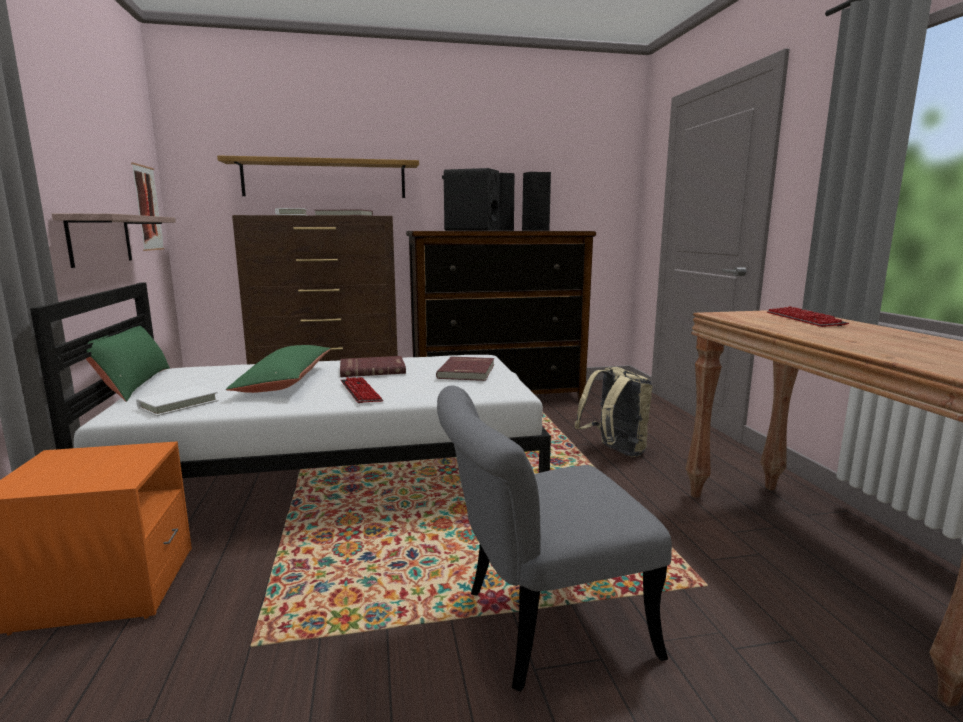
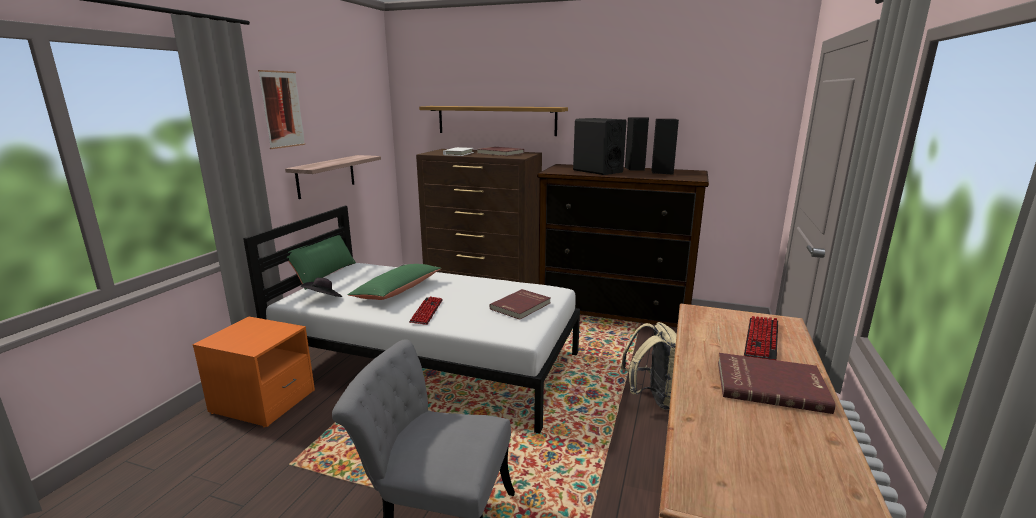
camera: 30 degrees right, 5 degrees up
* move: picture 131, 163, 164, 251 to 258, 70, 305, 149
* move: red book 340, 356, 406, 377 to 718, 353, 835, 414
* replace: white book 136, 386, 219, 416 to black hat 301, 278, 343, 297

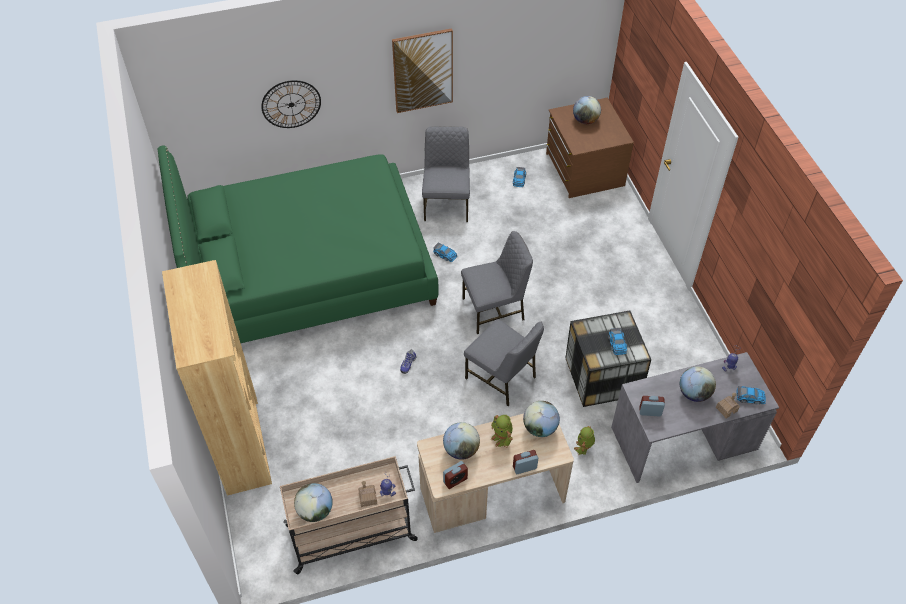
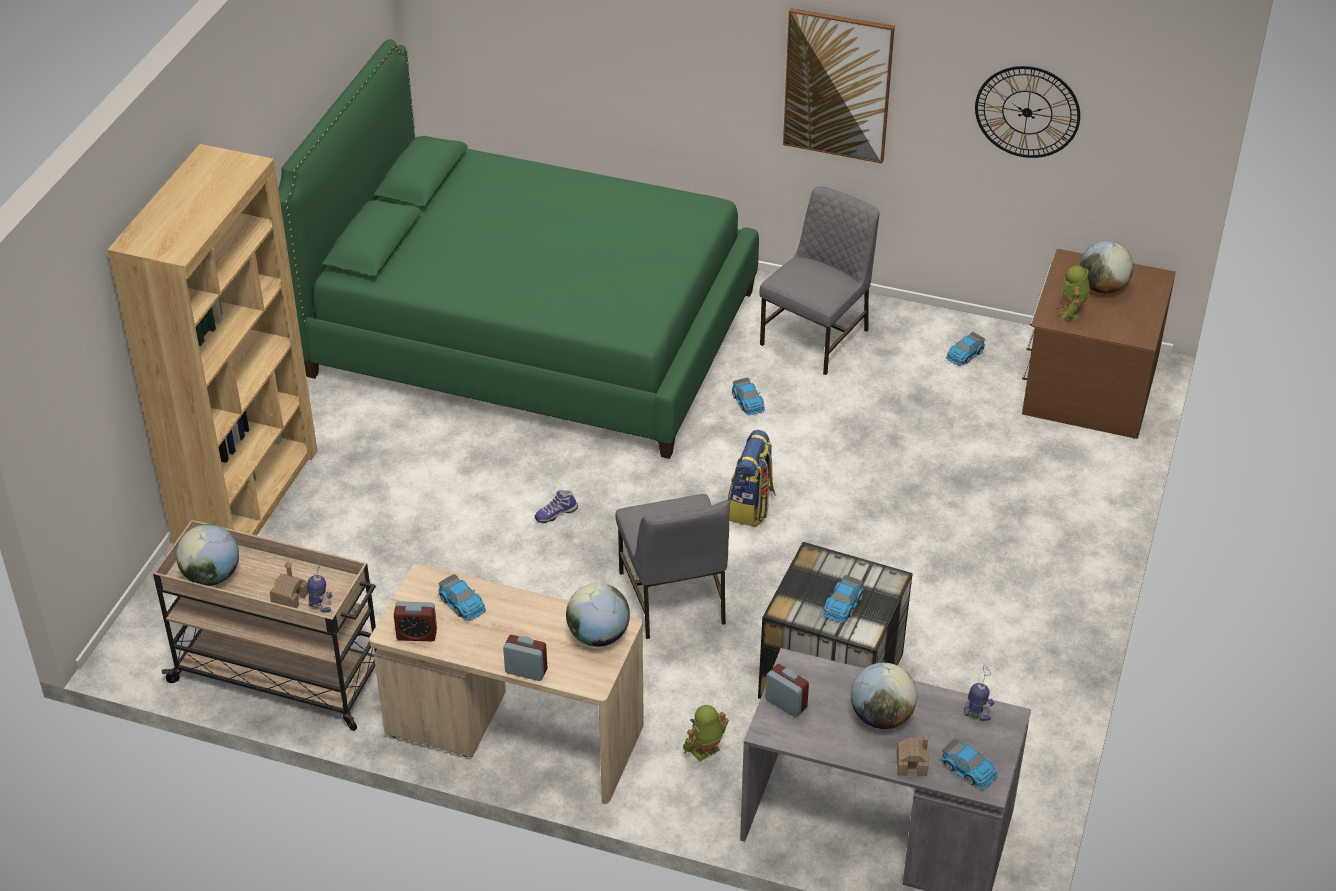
camera: 35 degrees right, 10 degrees down
* move: wall clock 261, 80, 321, 128 to 975, 66, 1080, 158
* replace: grey chair 461, 231, 533, 334 to backpack 728, 430, 776, 527
* move: toy robot 491, 415, 513, 448 to 1056, 266, 1090, 320
* replace: globe 443, 422, 480, 460 to toy car 438, 574, 486, 621

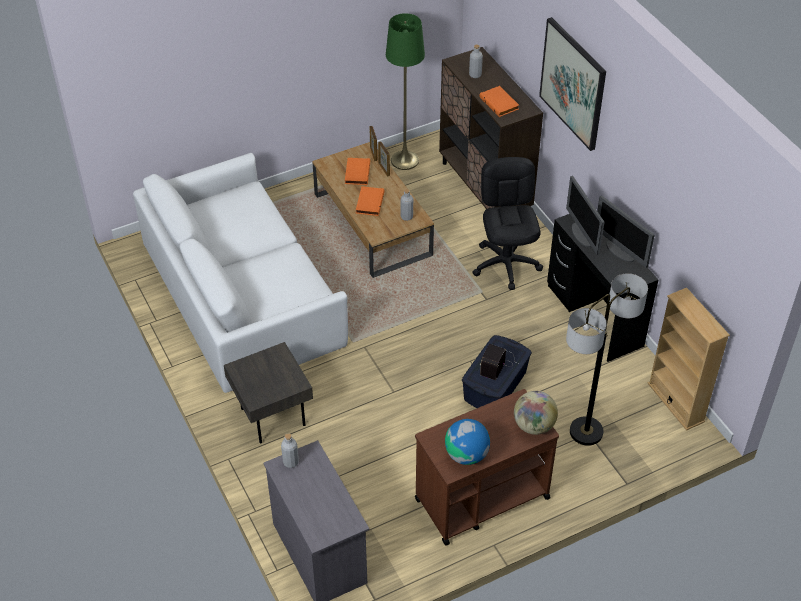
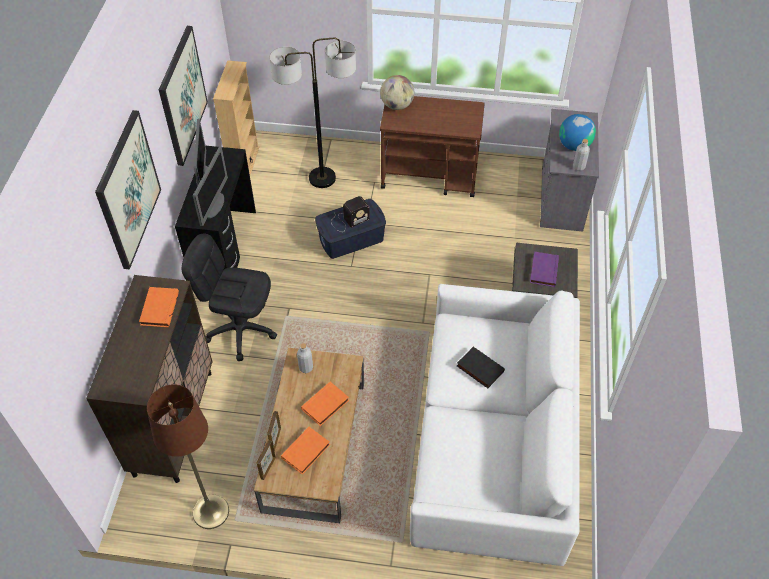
camera: 145 degrees left, 5 degrees up
* recolor: green floor lamp 386, 13, 425, 170 to brown floor lamp 147, 384, 229, 529
* delete: grey bottle 469, 45, 483, 78
* rotate: black office chair 472, 157, 543, 290 = 182, 234, 277, 361 75 degrees clockwise
* move: globe 445, 419, 490, 465 to 559, 114, 596, 151
* insert: picture 159, 26, 208, 166
* insert: purple book 530, 252, 559, 287
* insert: black book 457, 347, 505, 388

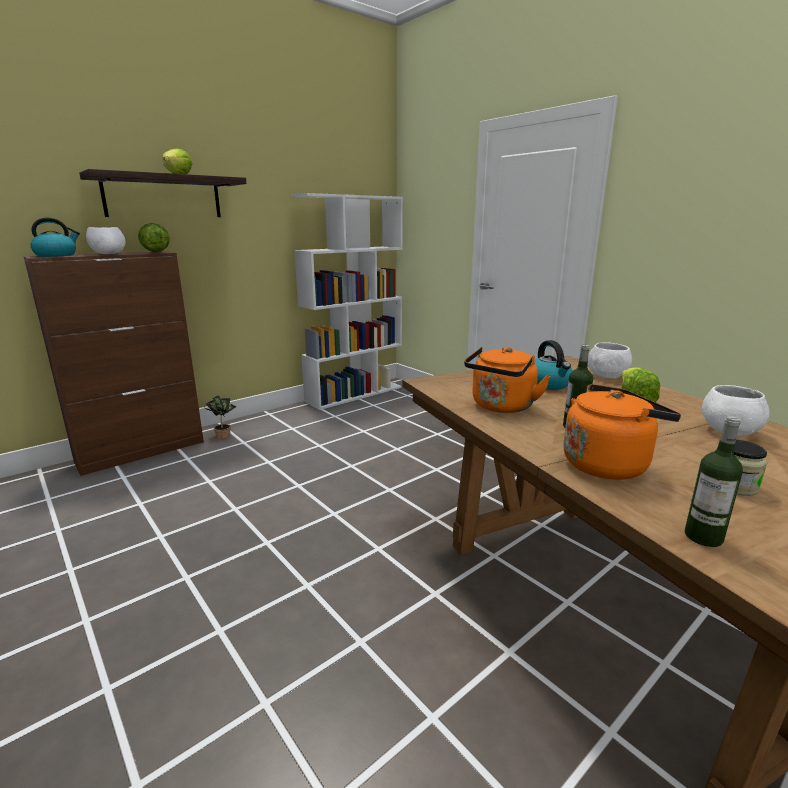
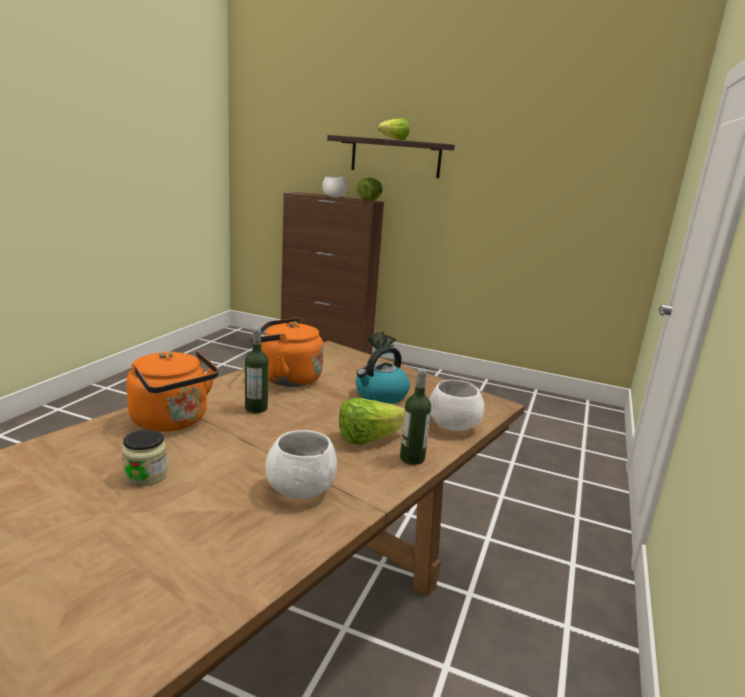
camera: 60 degrees right, 0 degrees up
* delete: white bookcase 291, 193, 403, 410
* delete: kettle 30, 218, 80, 257
* move: bottle 685, 416, 743, 547 to 400, 368, 431, 465

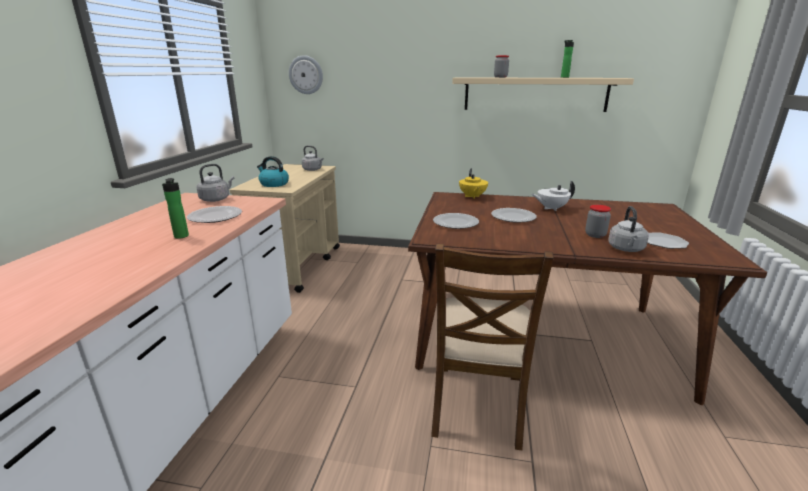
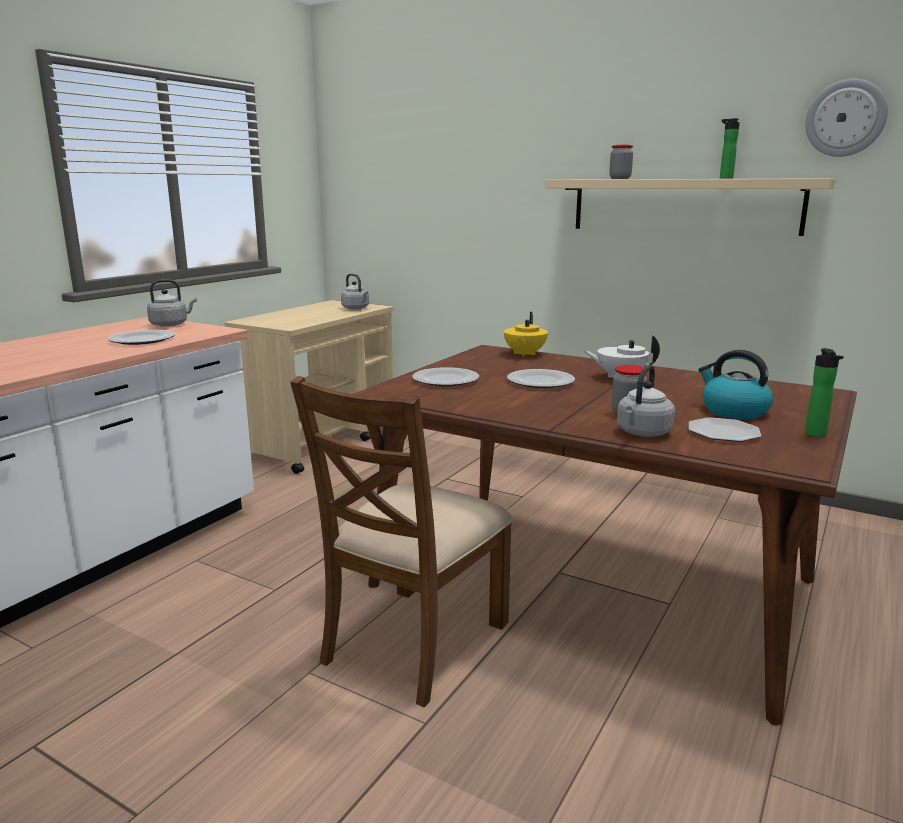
camera: 20 degrees right, 5 degrees down
* move: wall clock 289, 55, 323, 94 to 805, 79, 888, 157
* move: kettle 257, 156, 289, 187 to 698, 350, 773, 419
* move: bottle 162, 178, 189, 239 to 805, 348, 844, 437

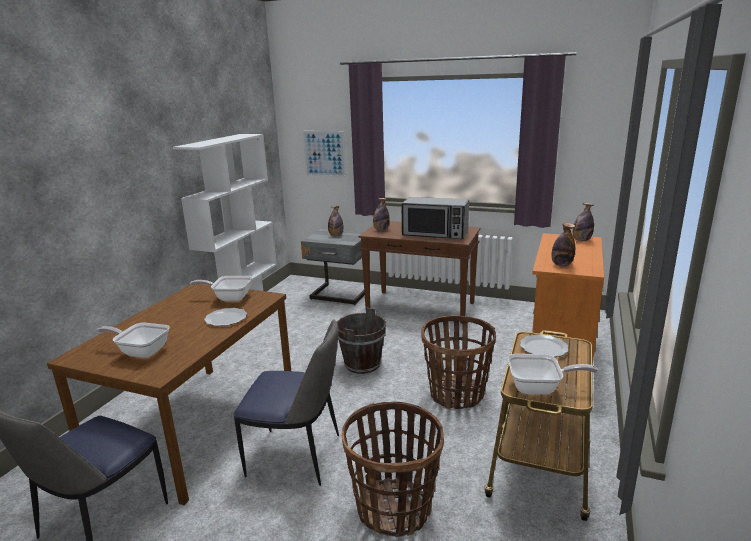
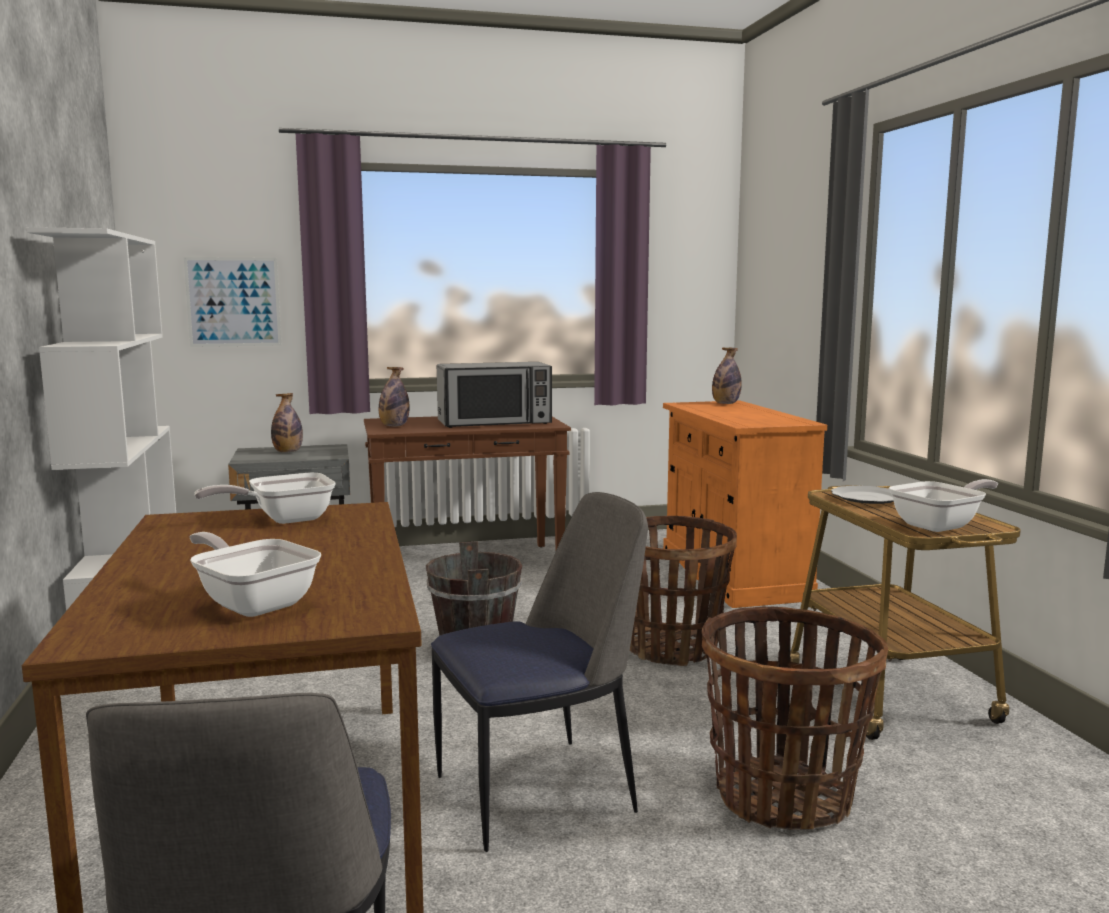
camera: 35 degrees left, 10 degrees down
* delete: bottle 552, 223, 575, 267
* delete: plate 204, 308, 247, 326
* rotate: frying pan 97, 323, 170, 358 = 189, 532, 321, 617 60 degrees clockwise

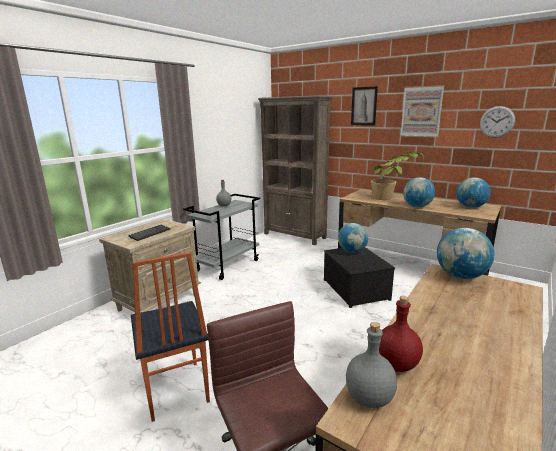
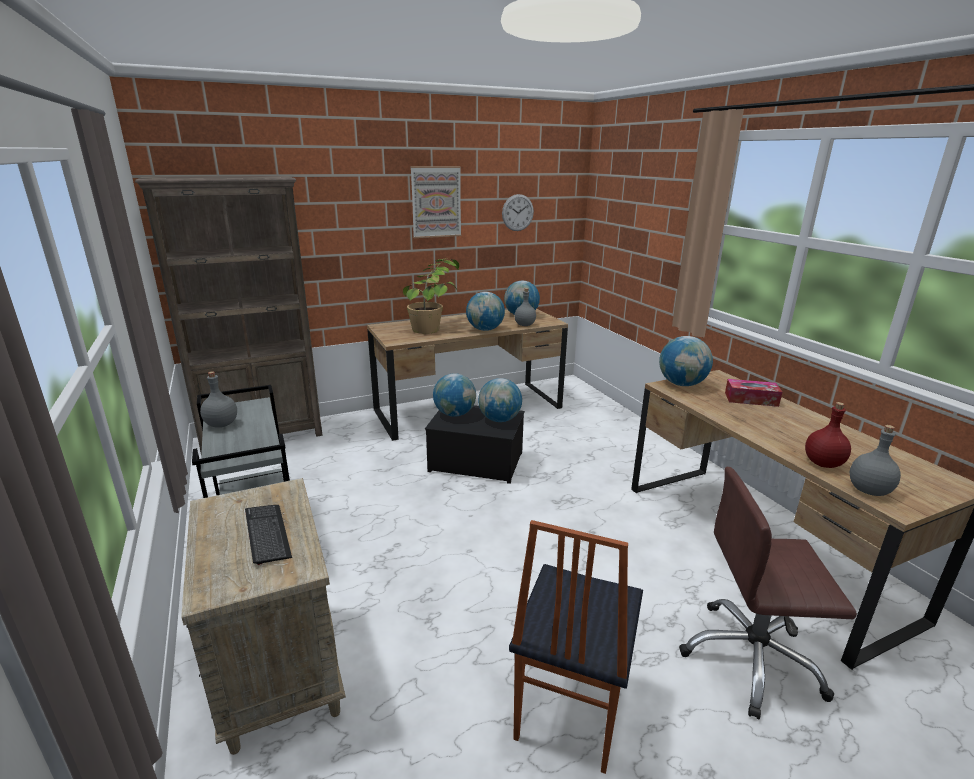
camera: 60 degrees left, 5 degrees up
* delete: picture 351, 86, 378, 126
* rotate: chair 131, 252, 210, 422 = 509, 520, 643, 774 105 degrees clockwise
* insert: grey bottle 514, 288, 536, 326
* insert: globe 478, 378, 522, 422
* insert: tissue box 725, 379, 782, 407

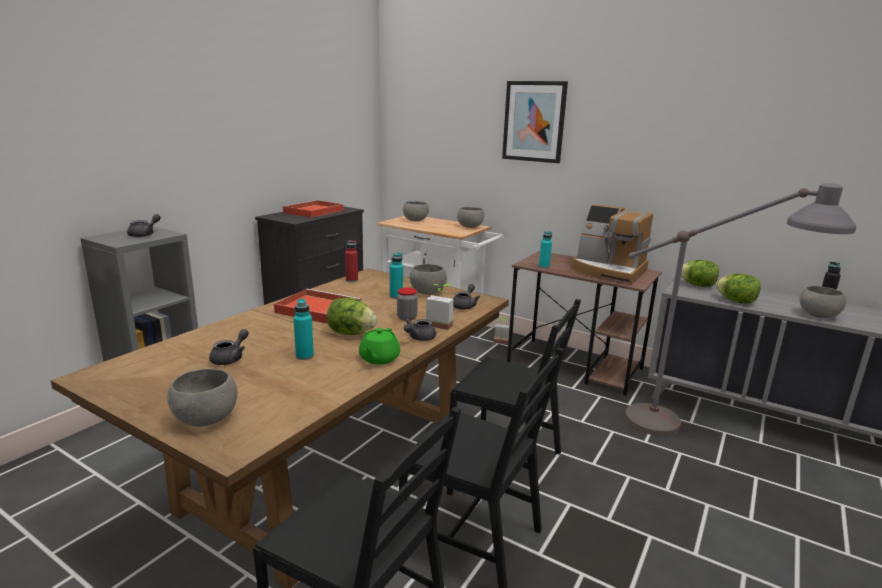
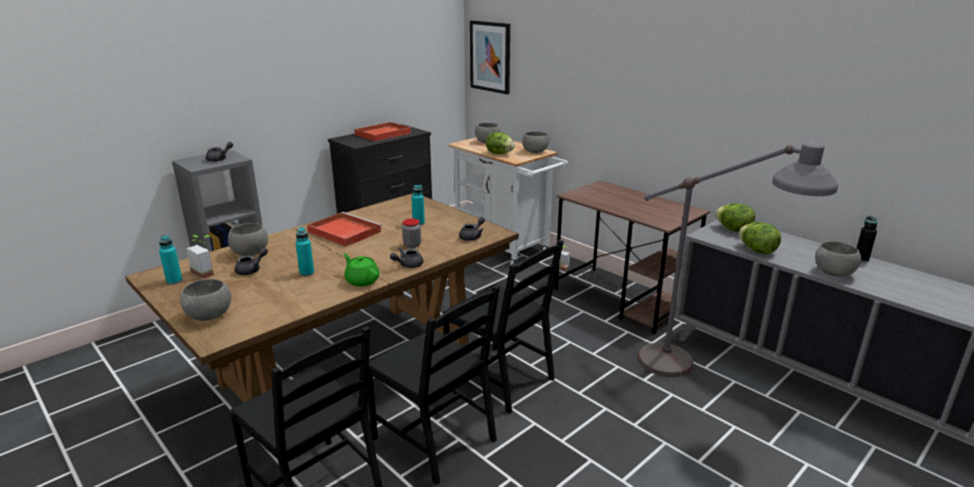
camera: 15 degrees right, 5 degrees up
* move: picture 502, 81, 568, 163 to 470, 20, 510, 94
* delete: coffee machine 572, 204, 653, 285
* move: turquoise bottle 539, 231, 552, 268 to 159, 235, 182, 285
* delete: red bottle 345, 240, 358, 282
* move: grey bowl 410, 264, 447, 295 to 228, 223, 268, 256
* move: potted plant 426, 284, 454, 330 to 186, 235, 214, 279
* move: lettuce 327, 298, 377, 335 to 486, 132, 515, 154
* rotate: green teapot 359, 328, 400, 365 = 344, 253, 379, 287 105 degrees clockwise

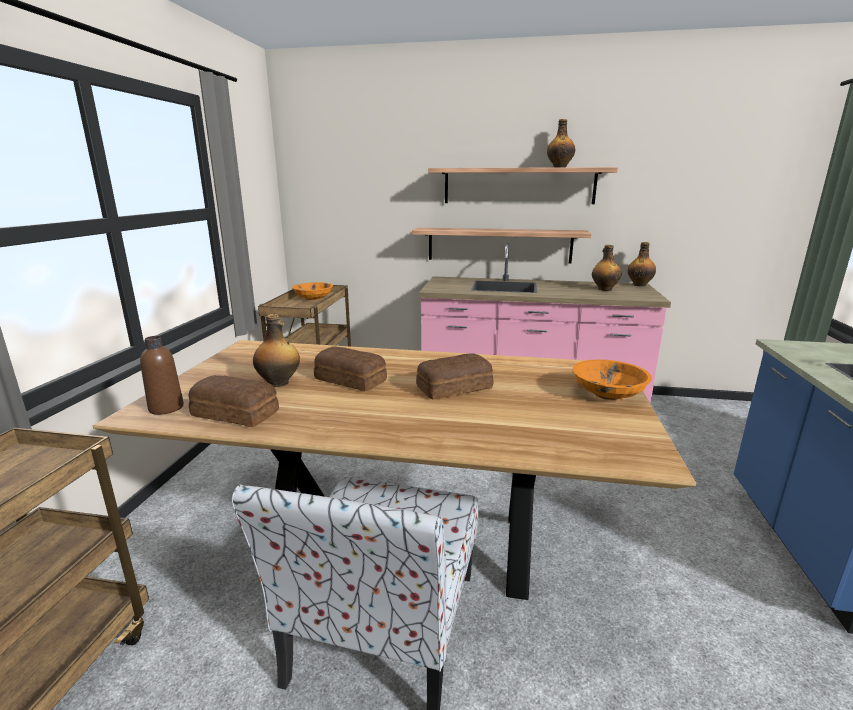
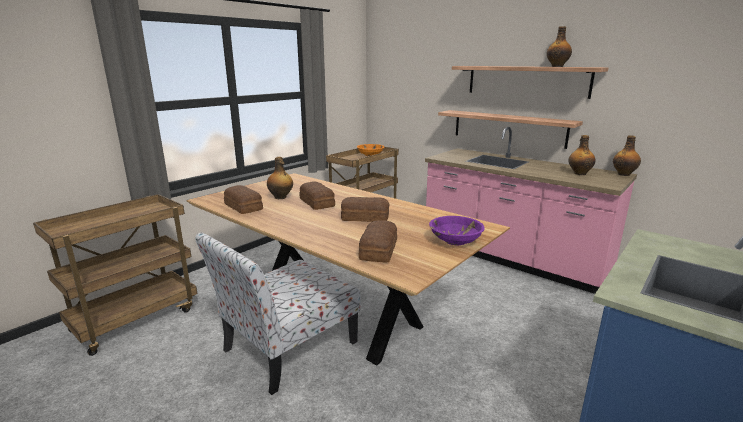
camera: 30 degrees right, 0 degrees up
* delete: brown bottle 140, 336, 184, 415
* recolor: orange bowl 573, 360, 652, 400 to purple bowl 429, 216, 485, 245
* insert: bread 359, 220, 397, 262

